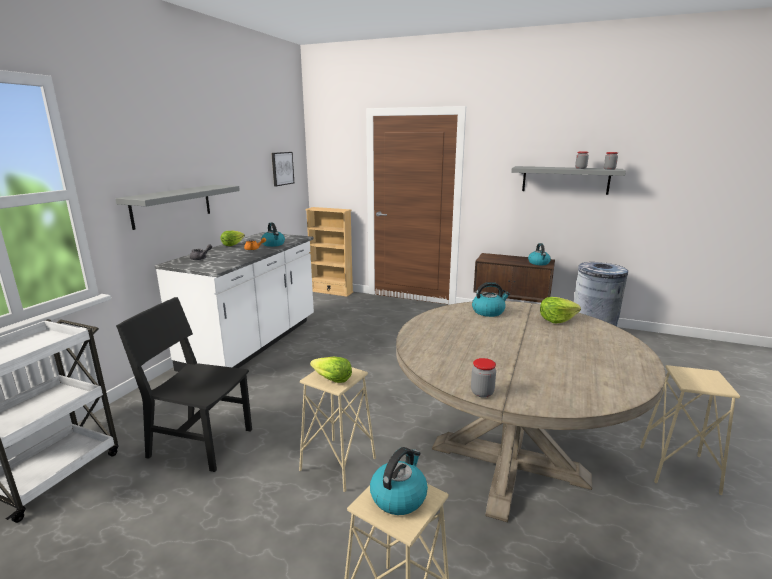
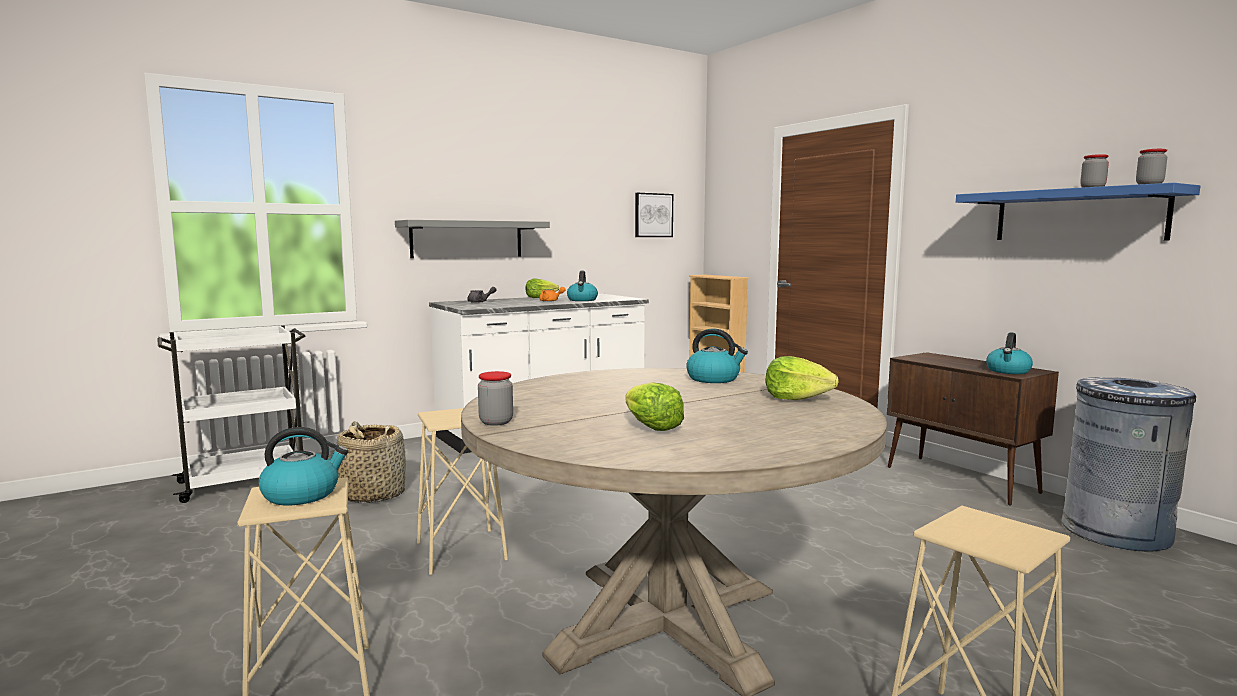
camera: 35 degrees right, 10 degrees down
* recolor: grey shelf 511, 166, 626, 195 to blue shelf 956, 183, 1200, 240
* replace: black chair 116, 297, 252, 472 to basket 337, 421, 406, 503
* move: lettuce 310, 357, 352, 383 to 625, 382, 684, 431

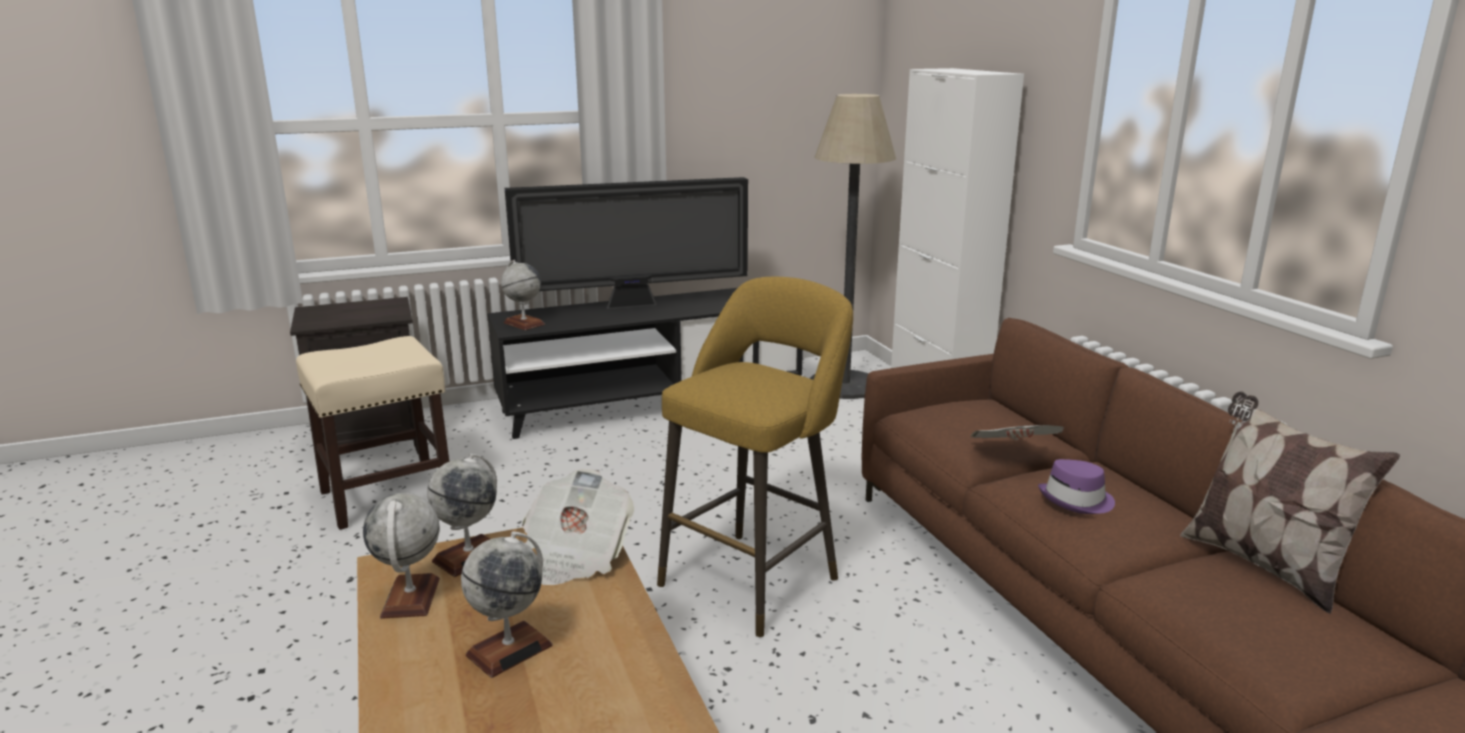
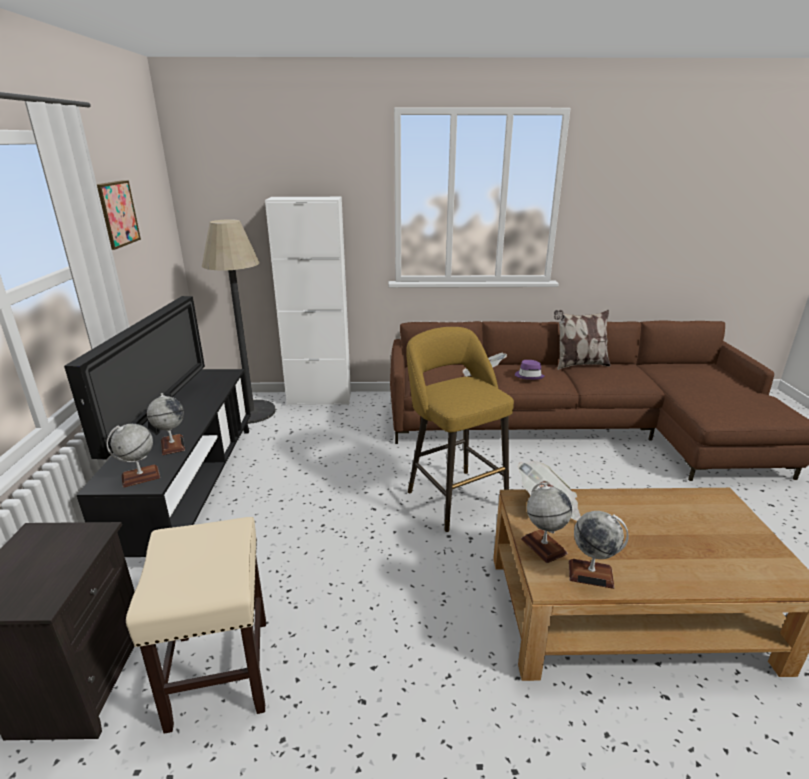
camera: 70 degrees left, 5 degrees up
* move: globe 461, 531, 553, 678 to 147, 393, 185, 455
* insert: picture 97, 180, 141, 250

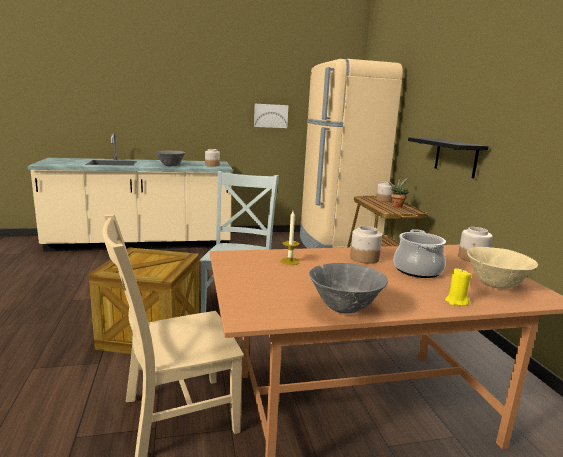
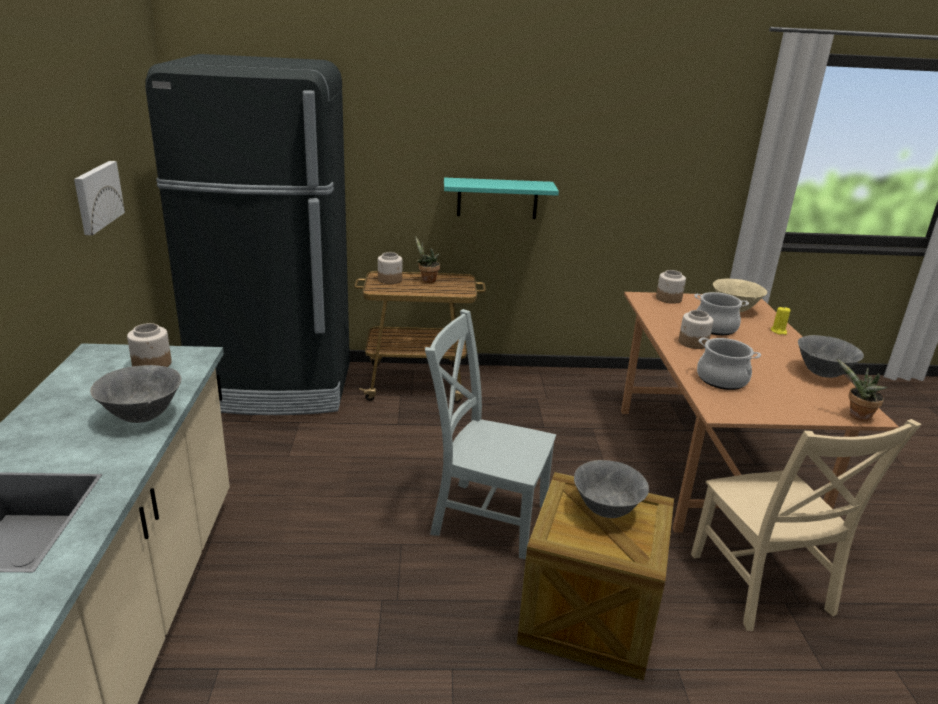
camera: 80 degrees left, 10 degrees up
* recolor: beige fridge 300, 59, 403, 248 to black fridge 145, 54, 350, 415
* recolor: black shelf 408, 137, 489, 178 to turquoise shelf 444, 178, 559, 219
* replace: candle 280, 211, 300, 265 to cooking pot 697, 337, 761, 390
* insert: potted plant 837, 359, 888, 421
* insert: grey bowl 574, 460, 649, 518

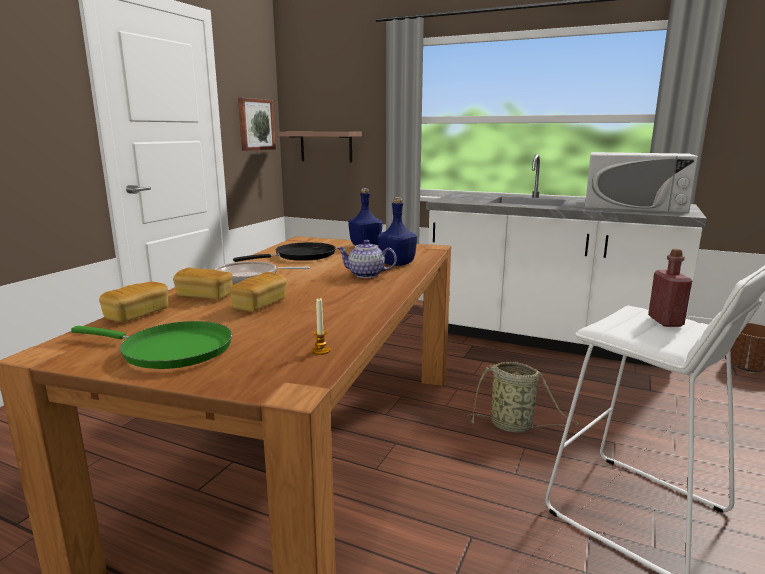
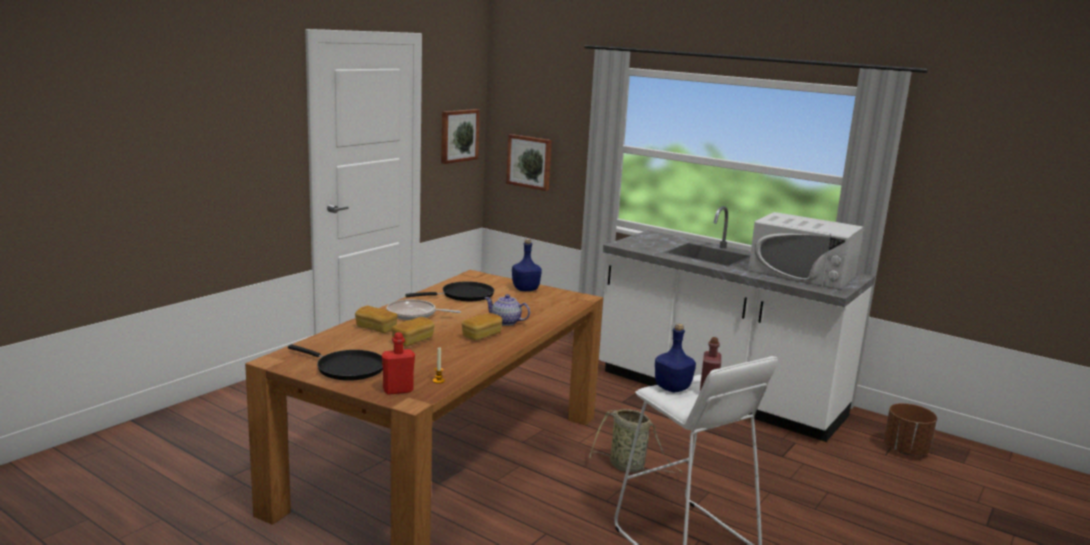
camera: 10 degrees right, 0 degrees up
* replace: shelf 277, 132, 362, 163 to picture 506, 134, 552, 191
* move: blue bottle 378, 197, 417, 266 to 655, 324, 696, 392
* move: bread 99, 282, 168, 322 to 462, 313, 502, 340
* recolor: green frying pan 71, 321, 232, 369 to black frying pan 288, 345, 383, 381
* insert: red bottle 382, 332, 415, 395

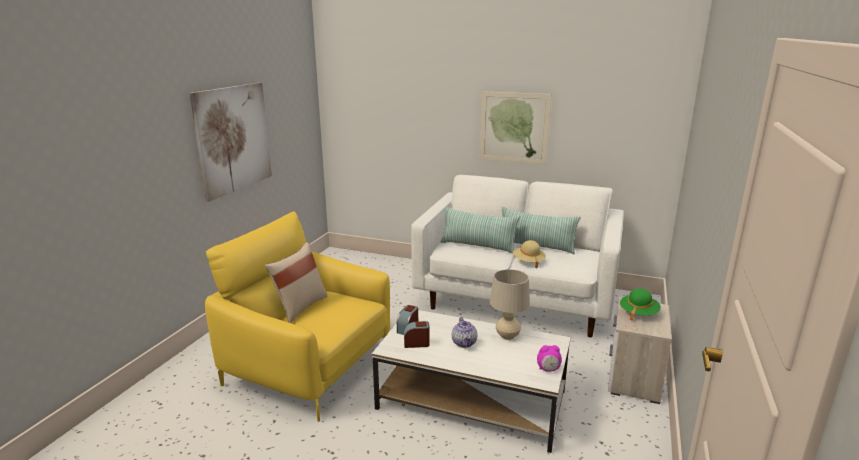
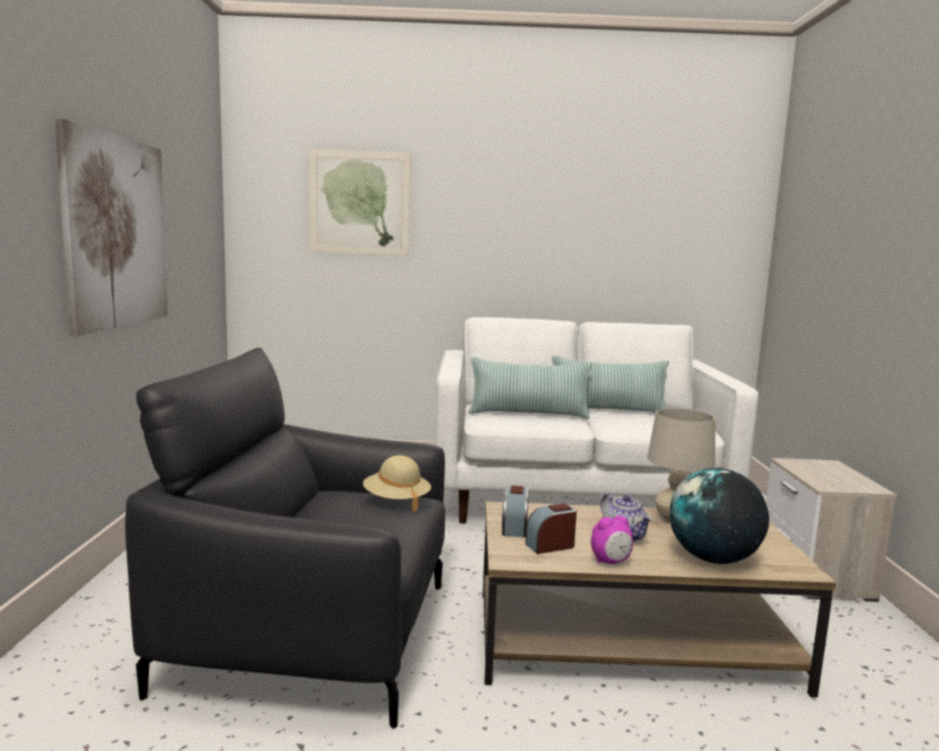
camera: 20 degrees left, 10 degrees down
* move: picture 480, 91, 552, 165 to 310, 149, 411, 256
* recolor: yellow armchair 205, 211, 390, 422 to black armchair 125, 348, 445, 729
* move: beige hat 513, 240, 546, 268 to 363, 455, 431, 512
* delete: beige pillow 265, 242, 328, 323
* delete: green hat 620, 288, 661, 321
* recolor: white coffee table 372, 310, 571, 453 to brown coffee table 483, 501, 836, 698
* move: alarm clock 537, 345, 562, 372 to 591, 515, 633, 564
* insert: globe 670, 468, 769, 564

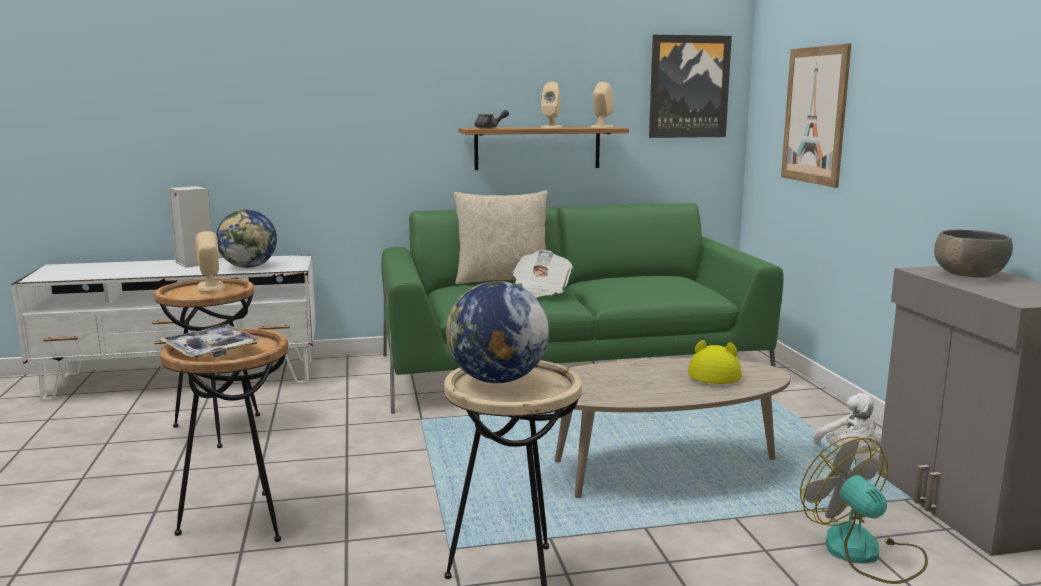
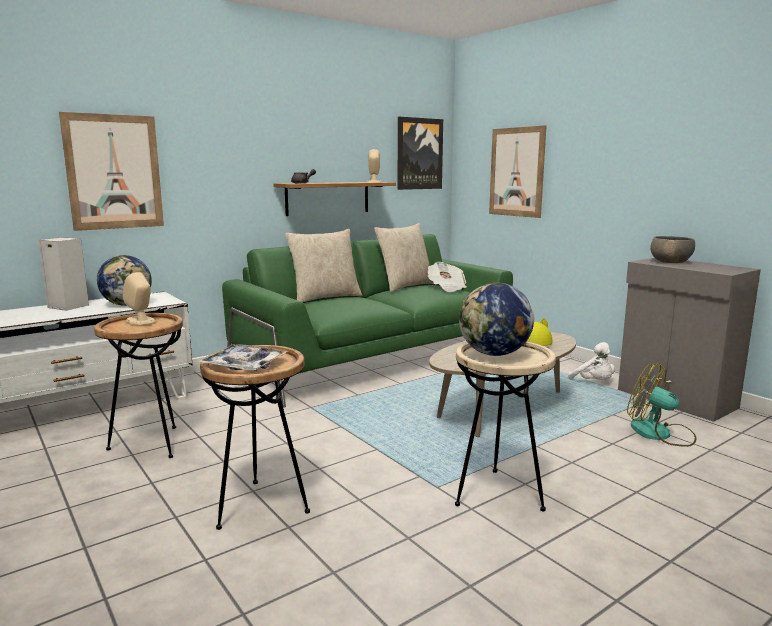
camera: 25 degrees left, 0 degrees up
* delete: beige speaker 541, 82, 562, 128
* move: newspaper 512, 250, 573, 298 to 428, 262, 467, 292
* insert: picture 59, 112, 164, 231
* insert: beige pillow 374, 223, 434, 292

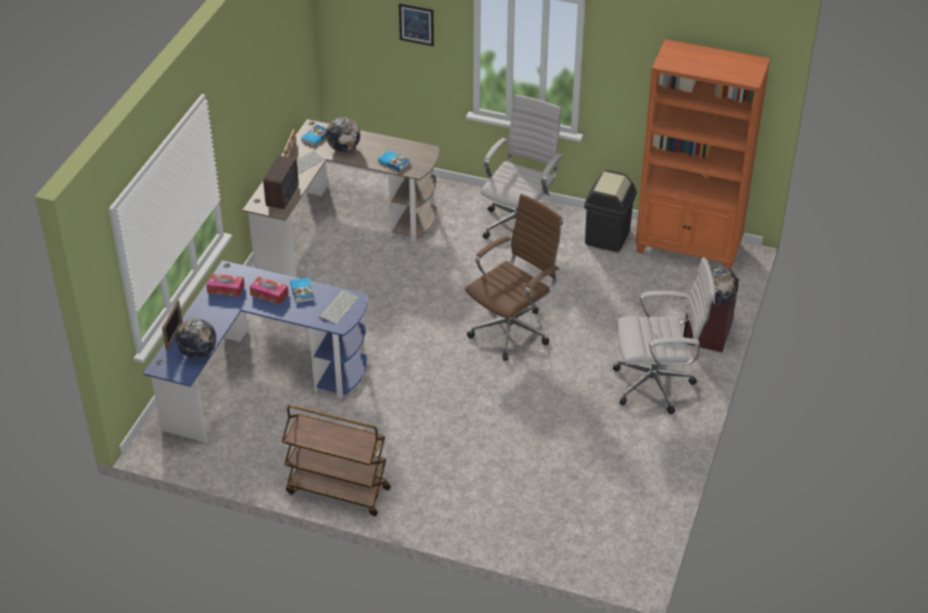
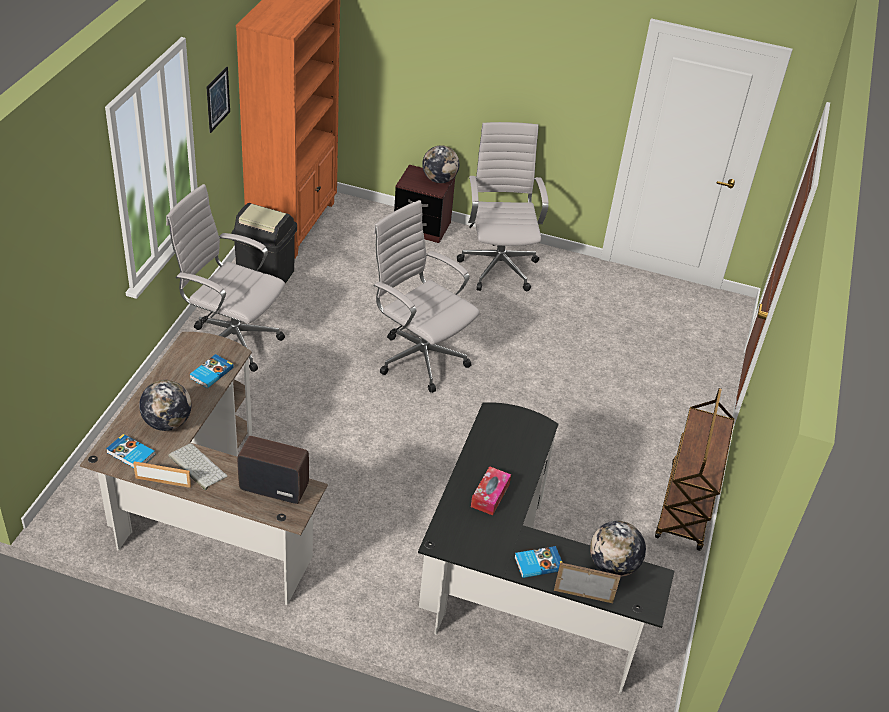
camera: 95 degrees left, 0 degrees up
* move: picture 399, 3, 434, 46 to 207, 67, 230, 133
* recolor: brown office chair 465, 194, 563, 361 to white office chair 373, 200, 480, 393
* recolor: blue desk 143, 260, 367, 443 to black desk 418, 402, 674, 694
* delete: tissue box 206, 273, 244, 297
* move: book 290, 278, 314, 303 to 515, 546, 563, 578
* delete: keyboard 319, 290, 359, 324

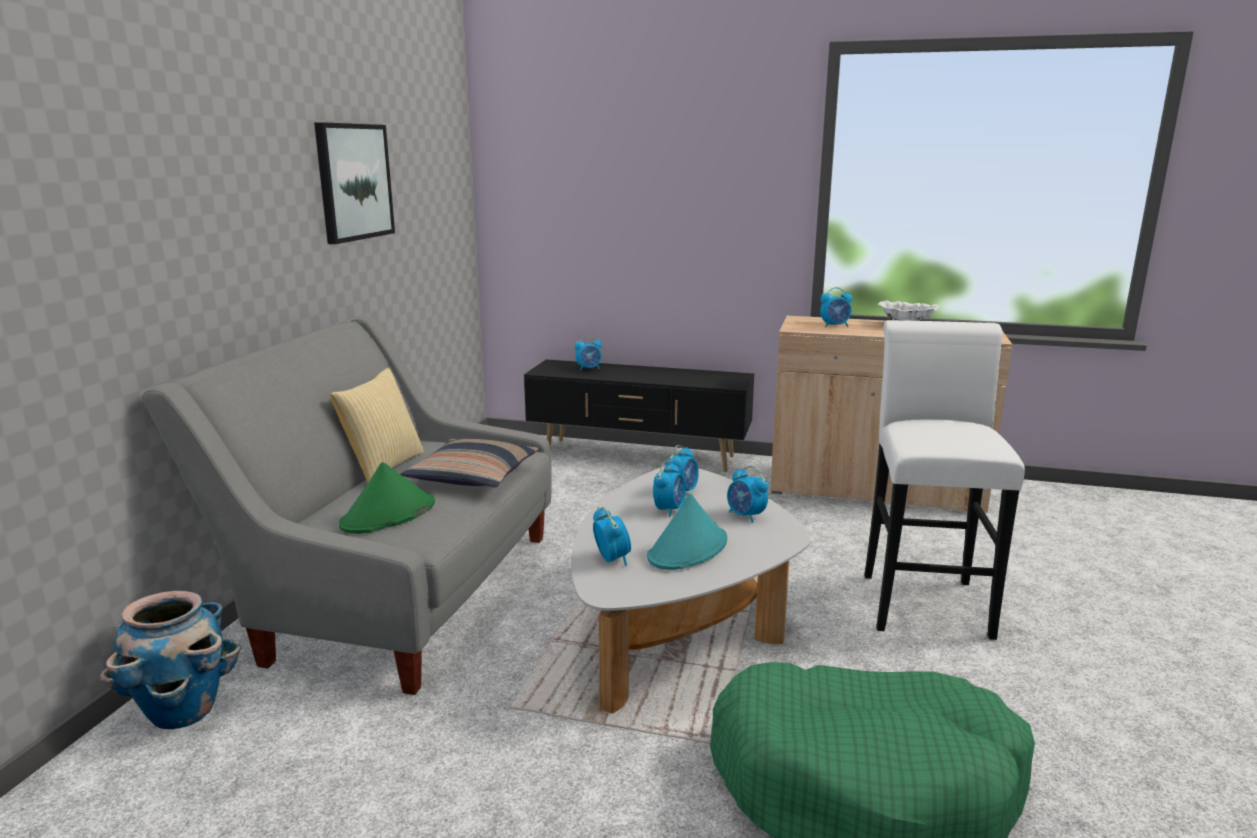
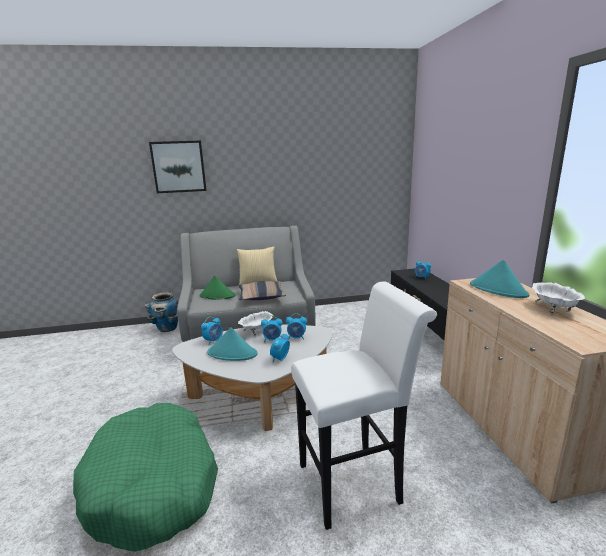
camera: 65 degrees right, 0 degrees up
* move: picture 314, 122, 395, 244 to 149, 140, 207, 193
* replace: alarm clock 820, 287, 852, 328 to turquoise hat 470, 259, 529, 298
* insert: white bowl 238, 311, 273, 336

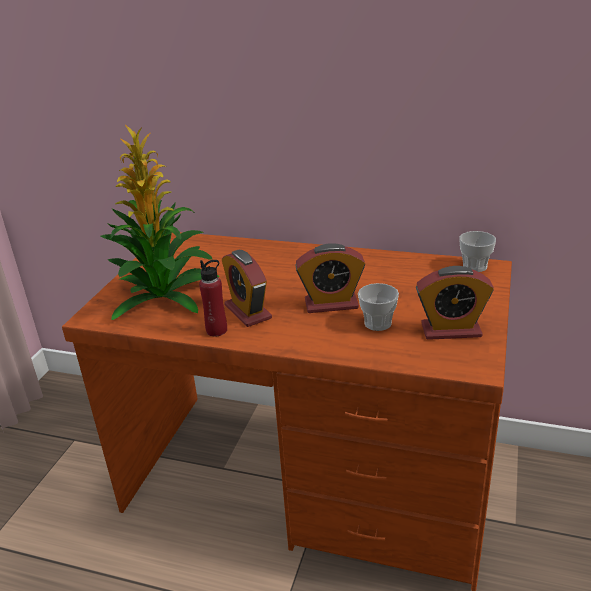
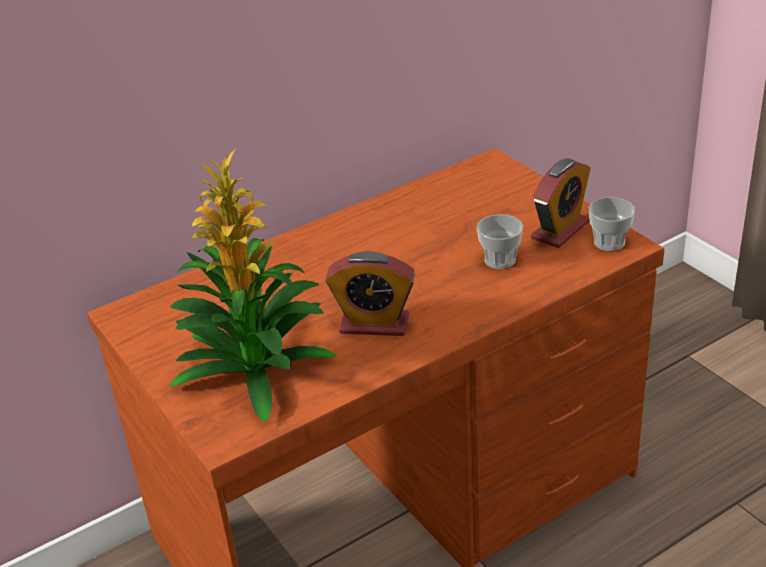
camera: 50 degrees left, 5 degrees up
* move: cup 459, 231, 496, 272 to 589, 197, 635, 251
* delete: alarm clock 295, 243, 365, 313
* delete: red bottle 199, 260, 227, 336

